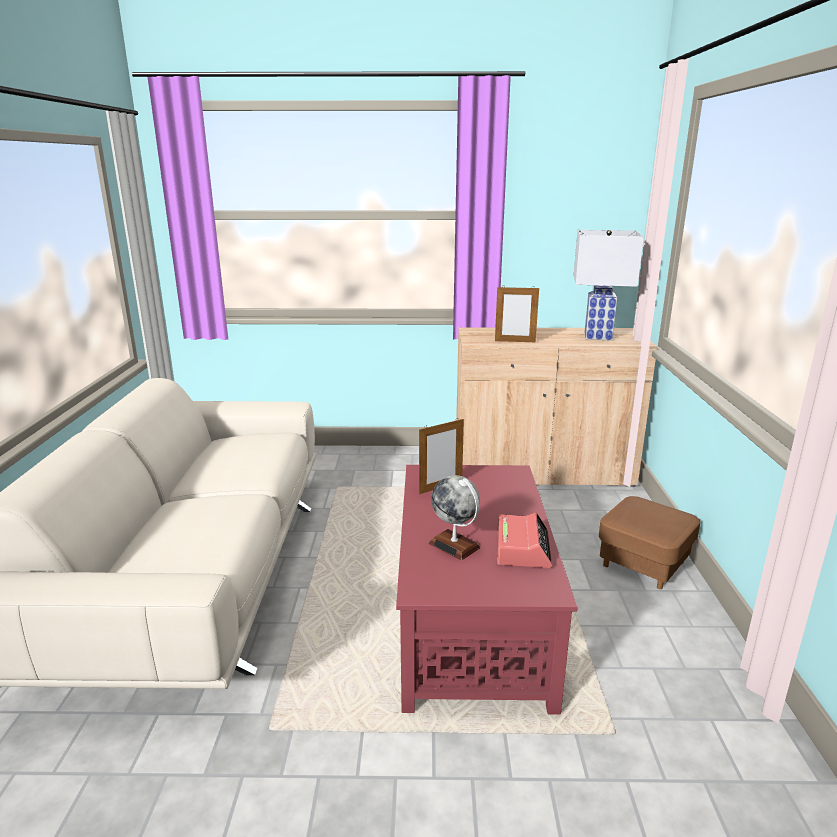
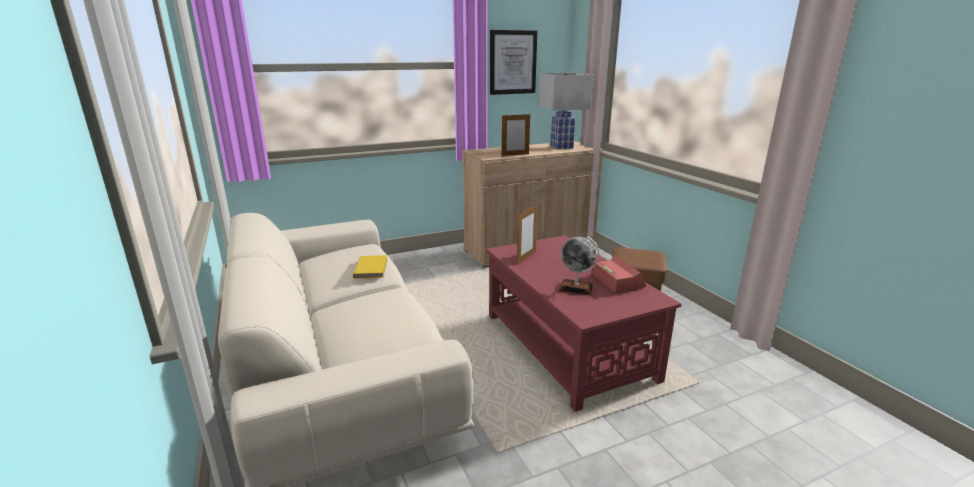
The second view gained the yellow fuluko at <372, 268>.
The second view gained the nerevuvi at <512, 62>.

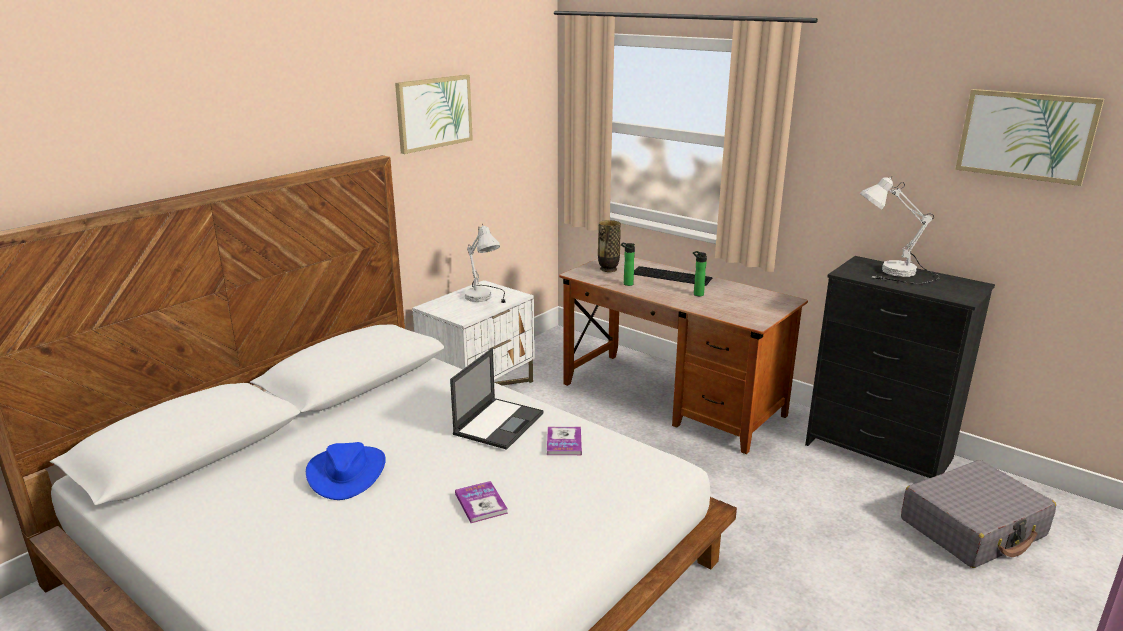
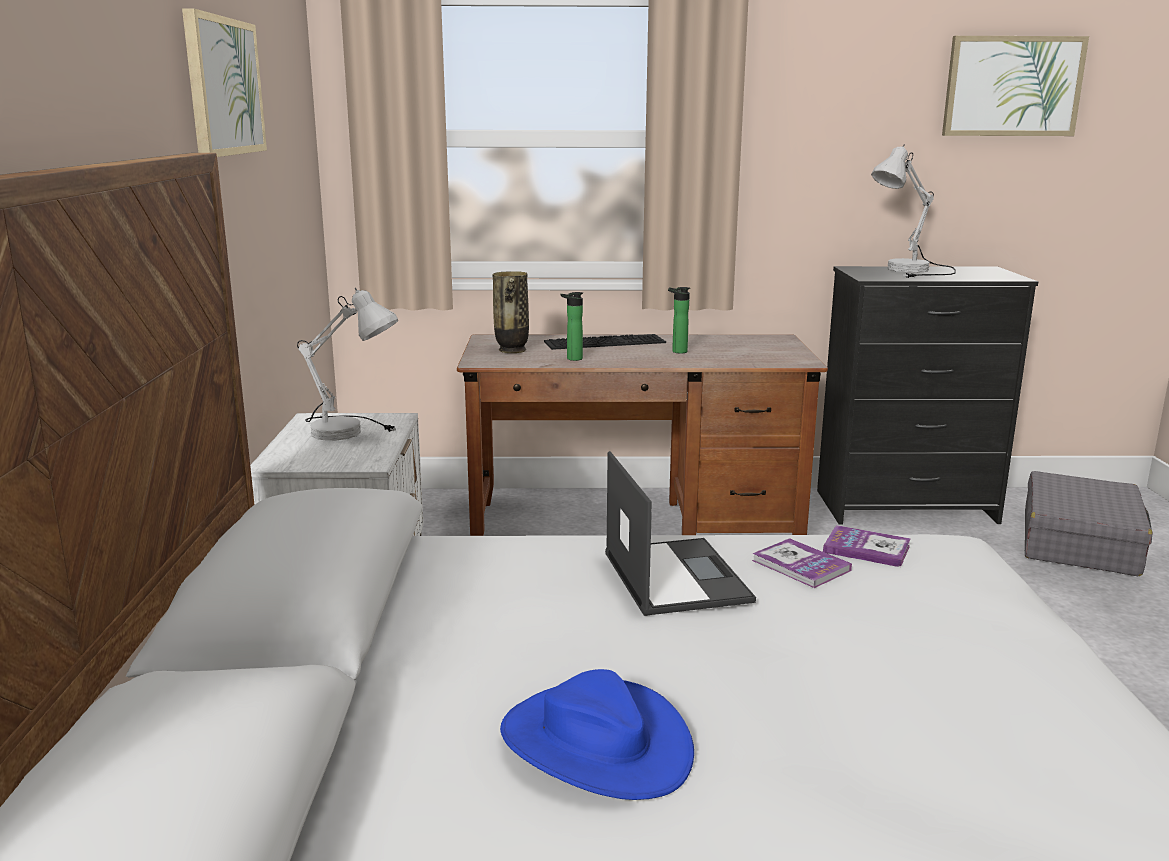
The fuluko ended up elsewhere, having gone from <481, 503> to <866, 548>.

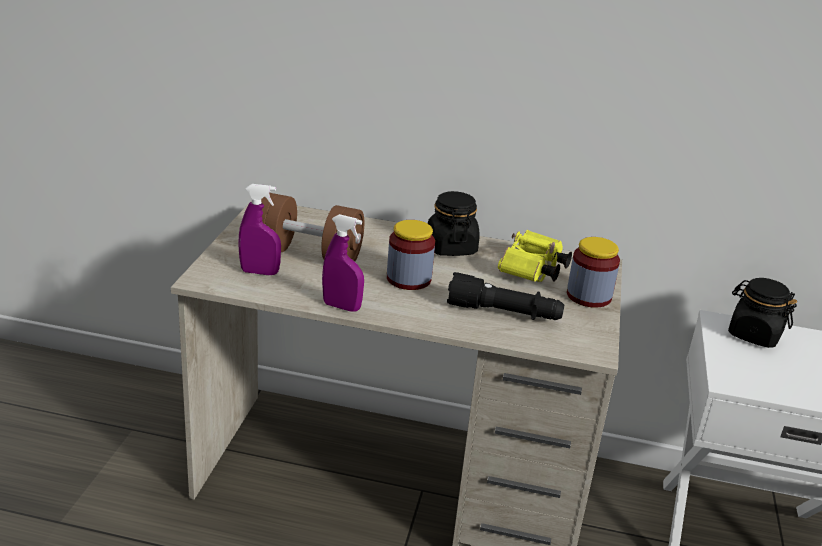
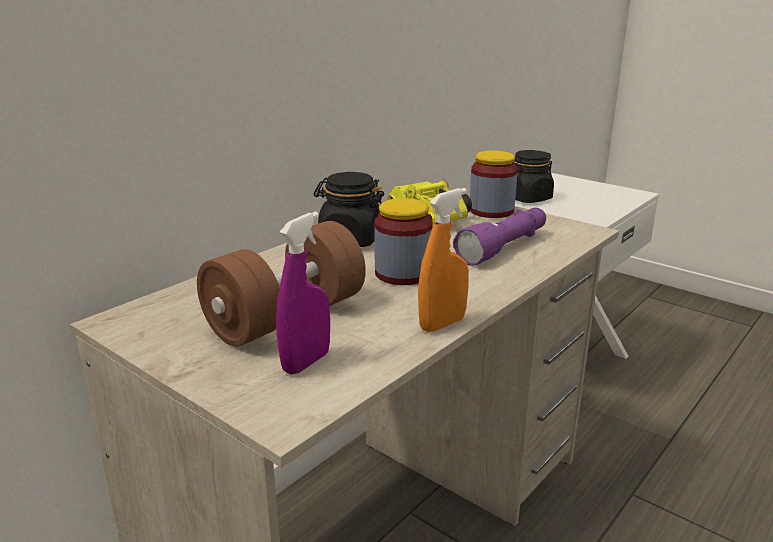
What was the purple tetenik at <341, 307> turned into the orange tetenik at <442, 324>.
What was the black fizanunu at <504, 313> turned into the purple fizanunu at <504, 247>.

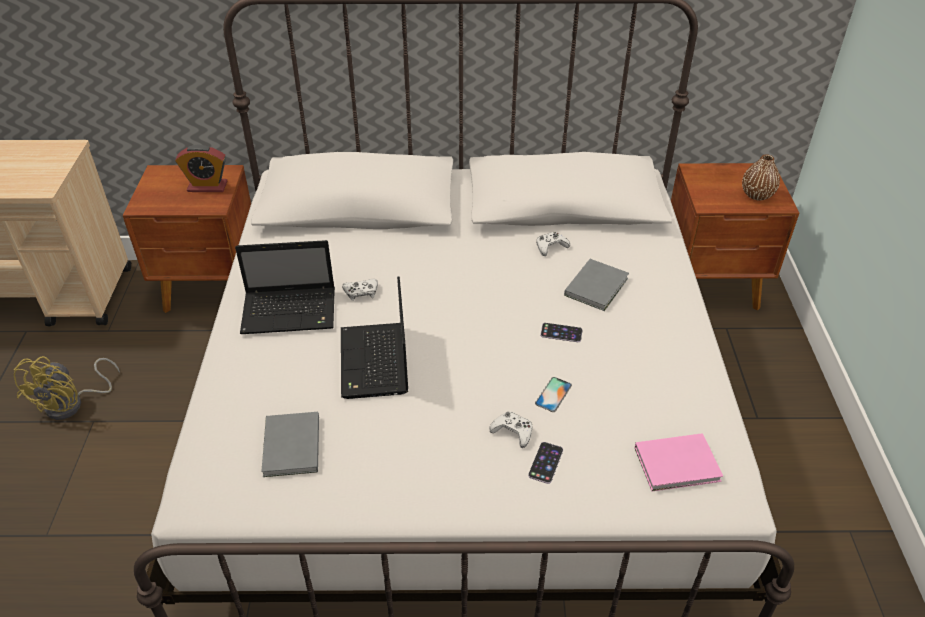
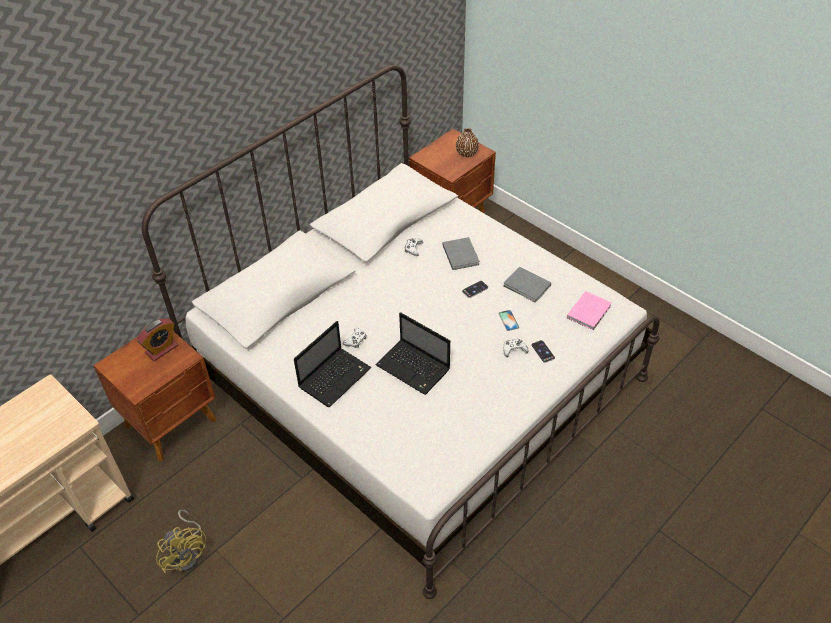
The grey fuluko ended up elsewhere, having gone from <290, 448> to <527, 287>.

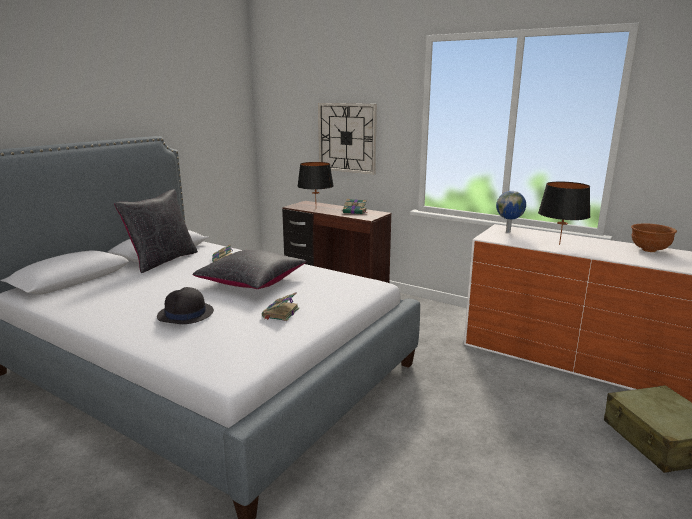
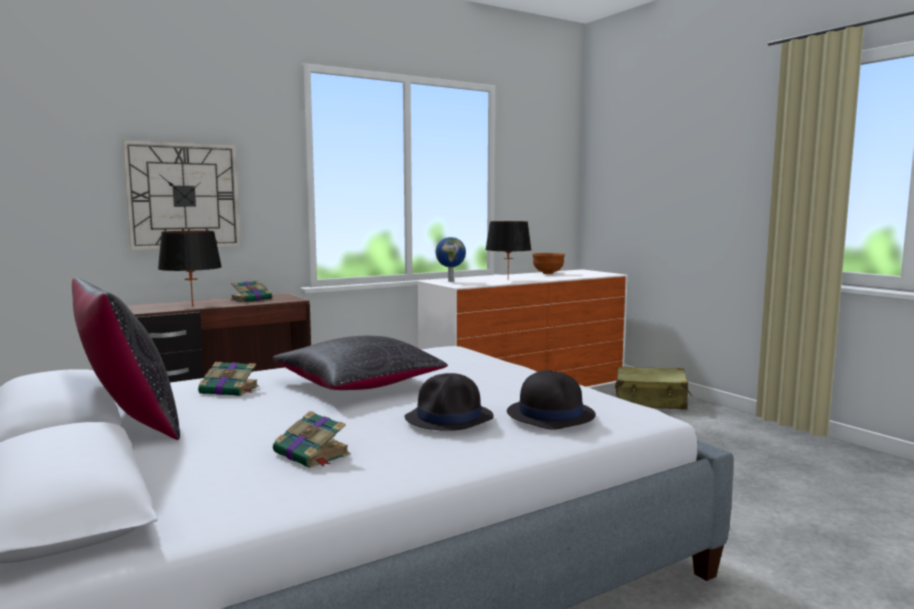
The fuluko ended up elsewhere, having gone from <280, 313> to <312, 454>.
The second view gained the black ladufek at <550, 414>.

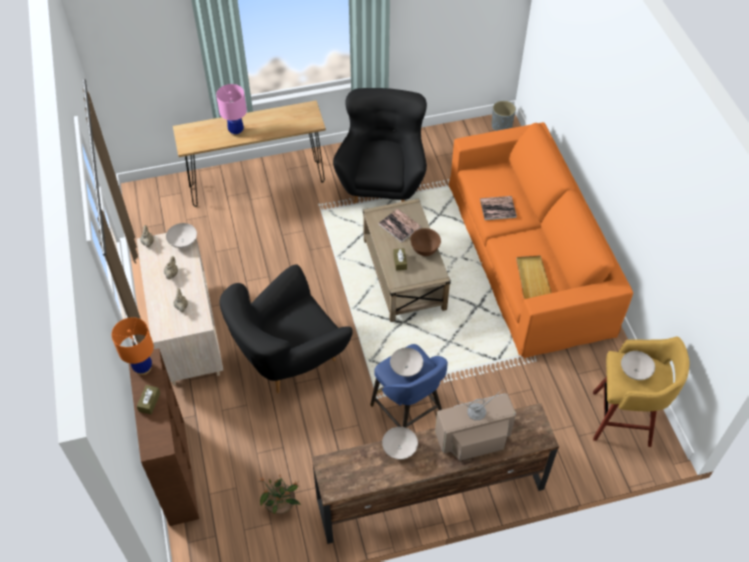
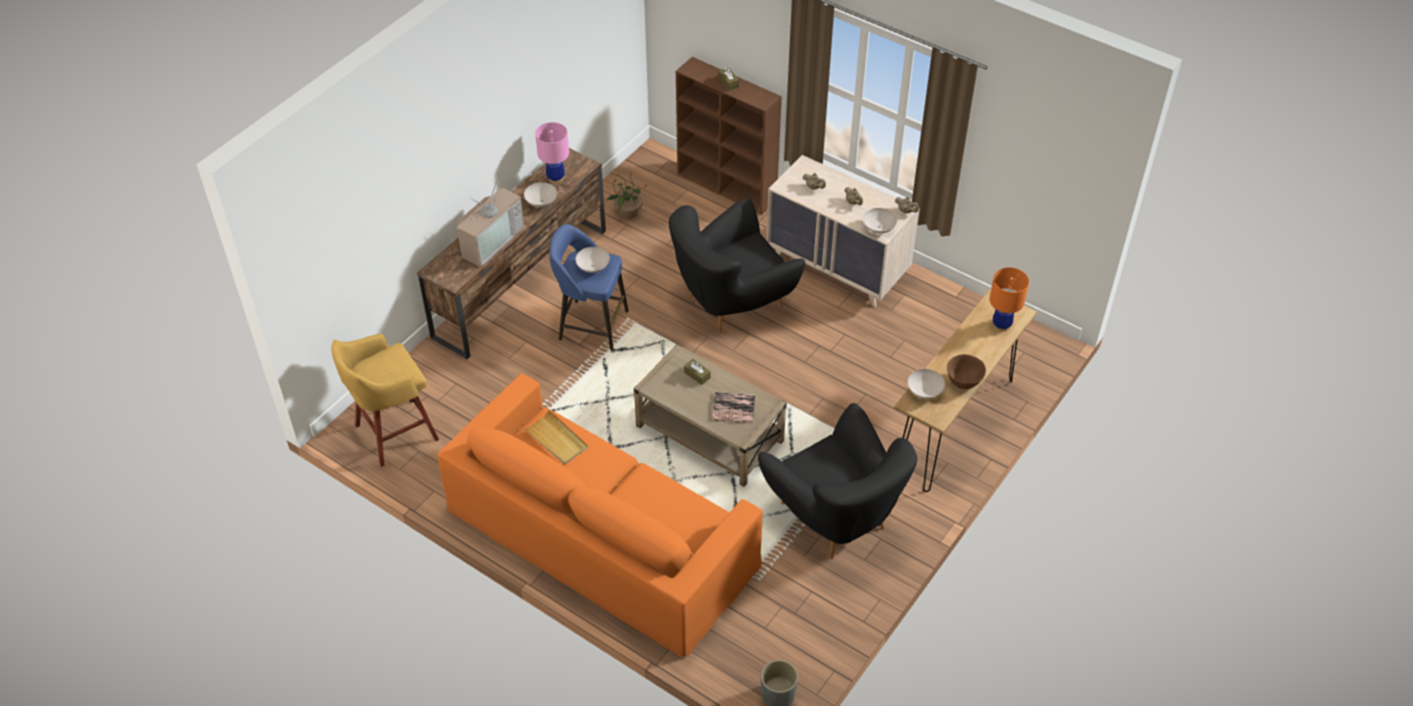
The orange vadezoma ended up elsewhere, having gone from <143, 368> to <1001, 325>.
The pink vadezoma ended up elsewhere, having gone from <236, 131> to <555, 178>.
The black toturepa at <289, 358> ended up facing another way, 135 degrees counterclockwise from before.
The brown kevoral ended up elsewhere, having gone from <424, 250> to <964, 382>.
The second view lost the fuluko at <498, 208>.
The white kevoral ended up elsewhere, having gone from <635, 371> to <925, 392>.

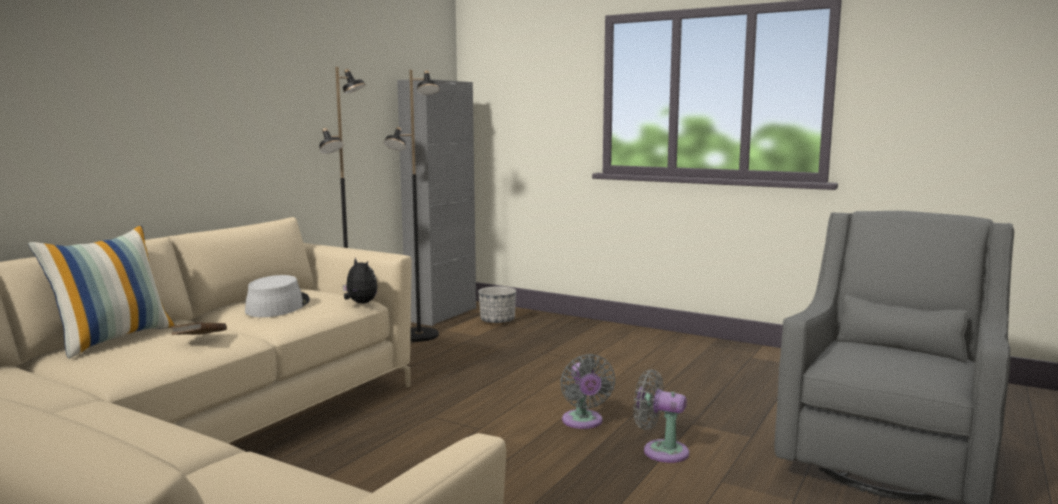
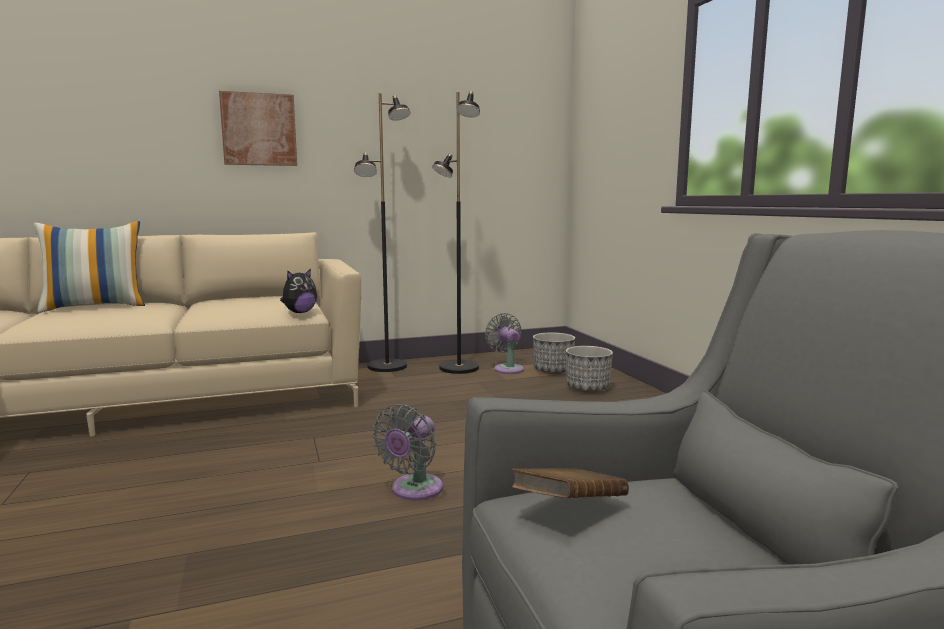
The brown fuluko ended up elsewhere, having gone from <200, 340> to <569, 509>.
The second view lost the grey ladufek at <277, 306>.
The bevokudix at <360, 303> ended up facing another way, 45 degrees clockwise from before.
The second view lost the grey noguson at <442, 314>.
The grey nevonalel ended up elsewhere, having gone from <660, 451> to <507, 368>.
The second view gained the nerevuvi at <259, 129>.
The second view gained the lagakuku at <588, 388>.

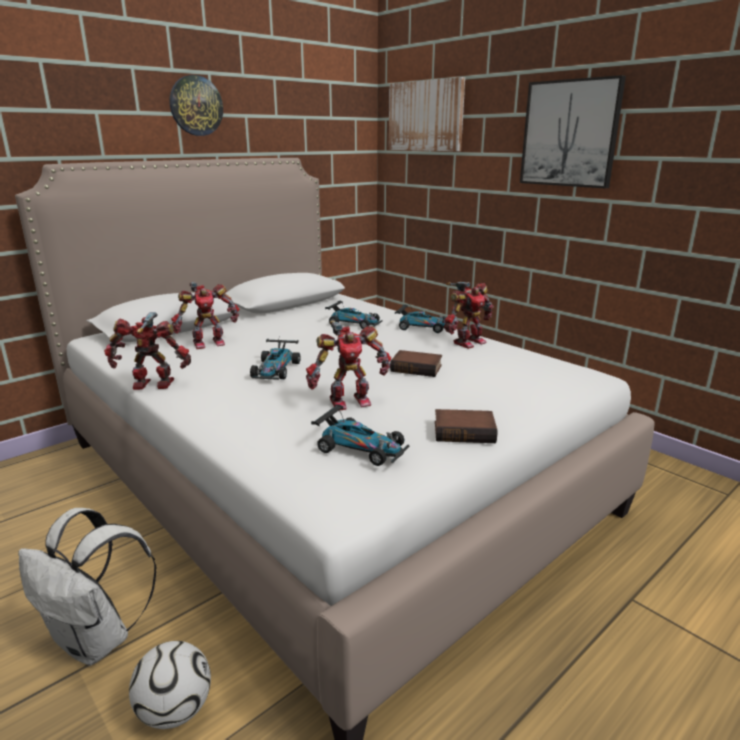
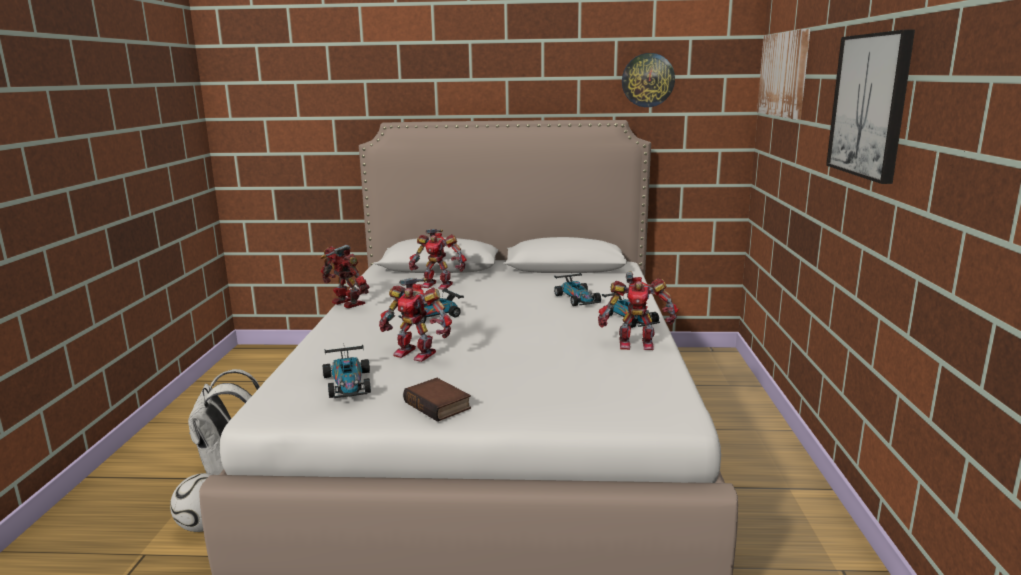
The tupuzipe ended up elsewhere, having gone from <196, 106> to <647, 80>.
The second view lost the fuluko at <417, 368>.

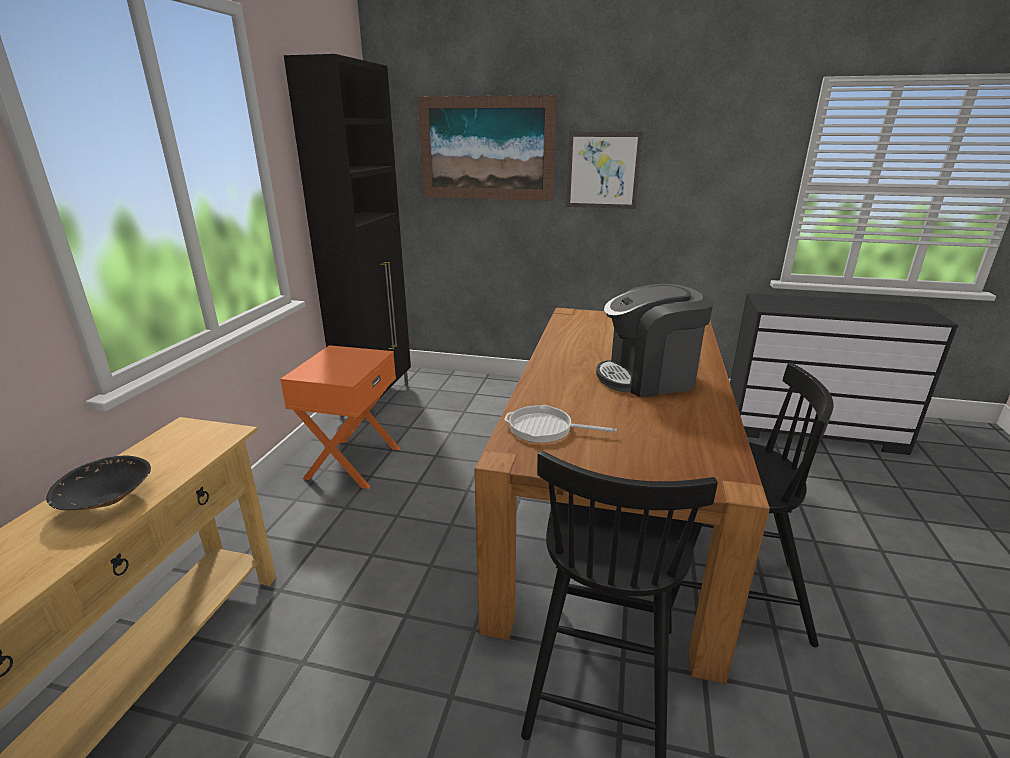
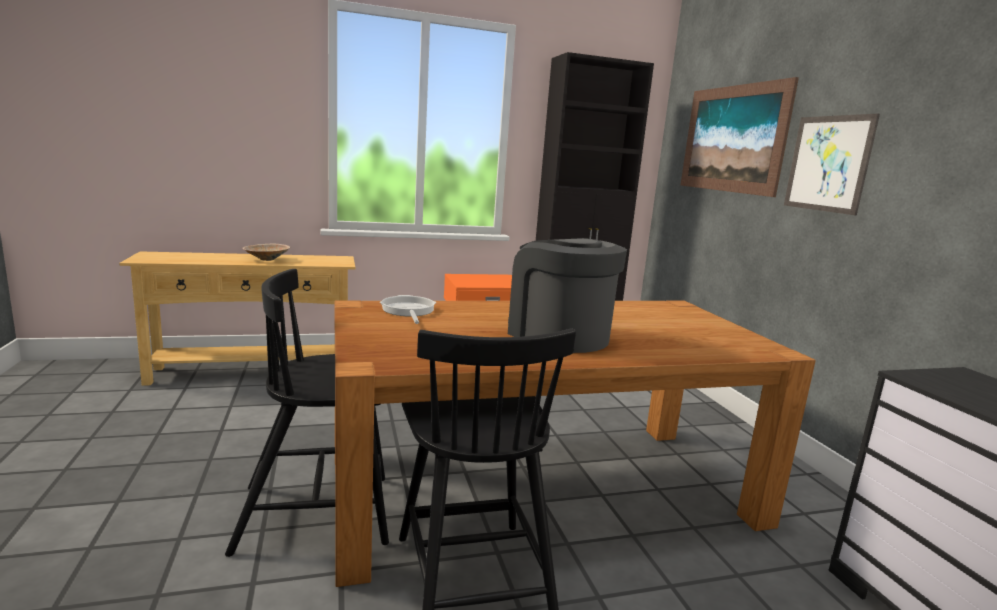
What was the black kevoral at <106, 501> turned into the beige kevoral at <266, 259>.

